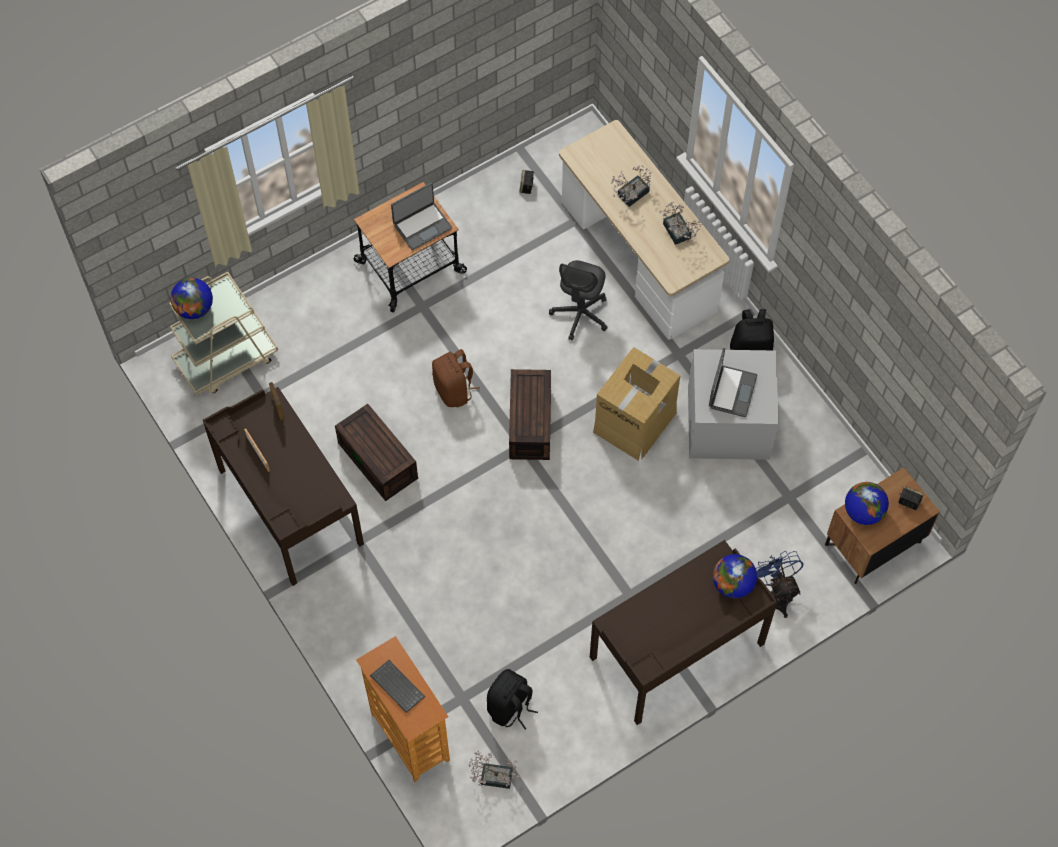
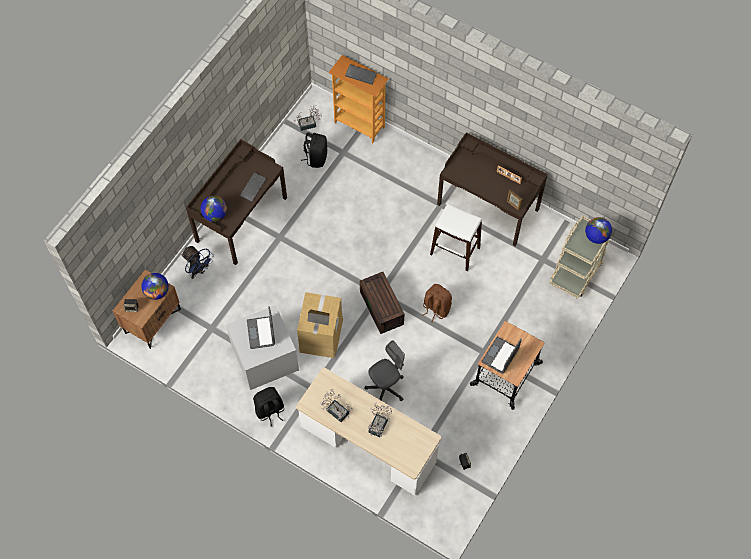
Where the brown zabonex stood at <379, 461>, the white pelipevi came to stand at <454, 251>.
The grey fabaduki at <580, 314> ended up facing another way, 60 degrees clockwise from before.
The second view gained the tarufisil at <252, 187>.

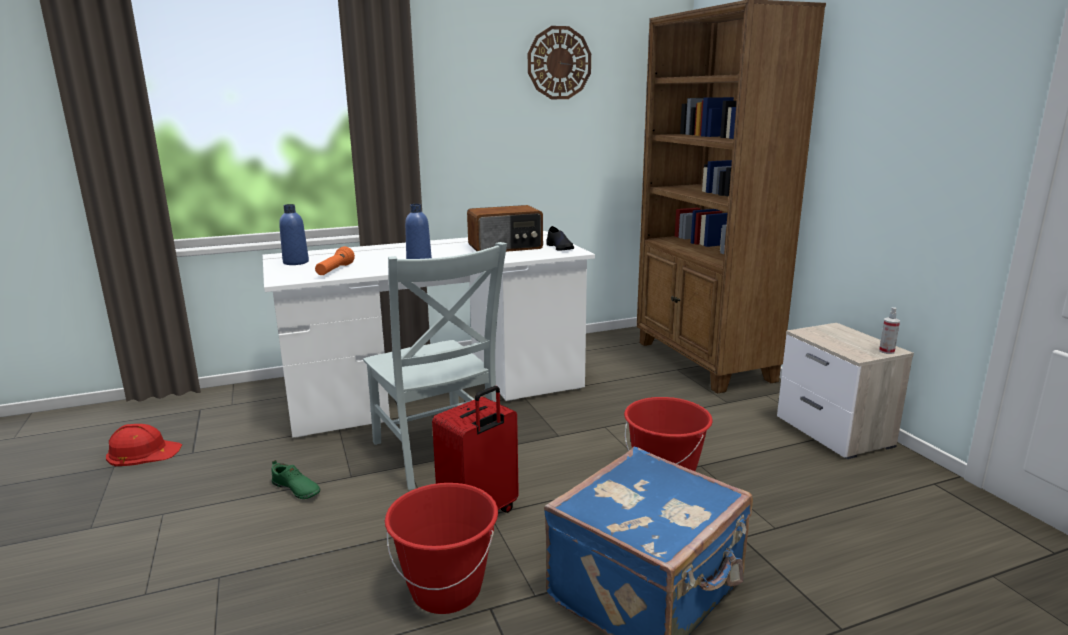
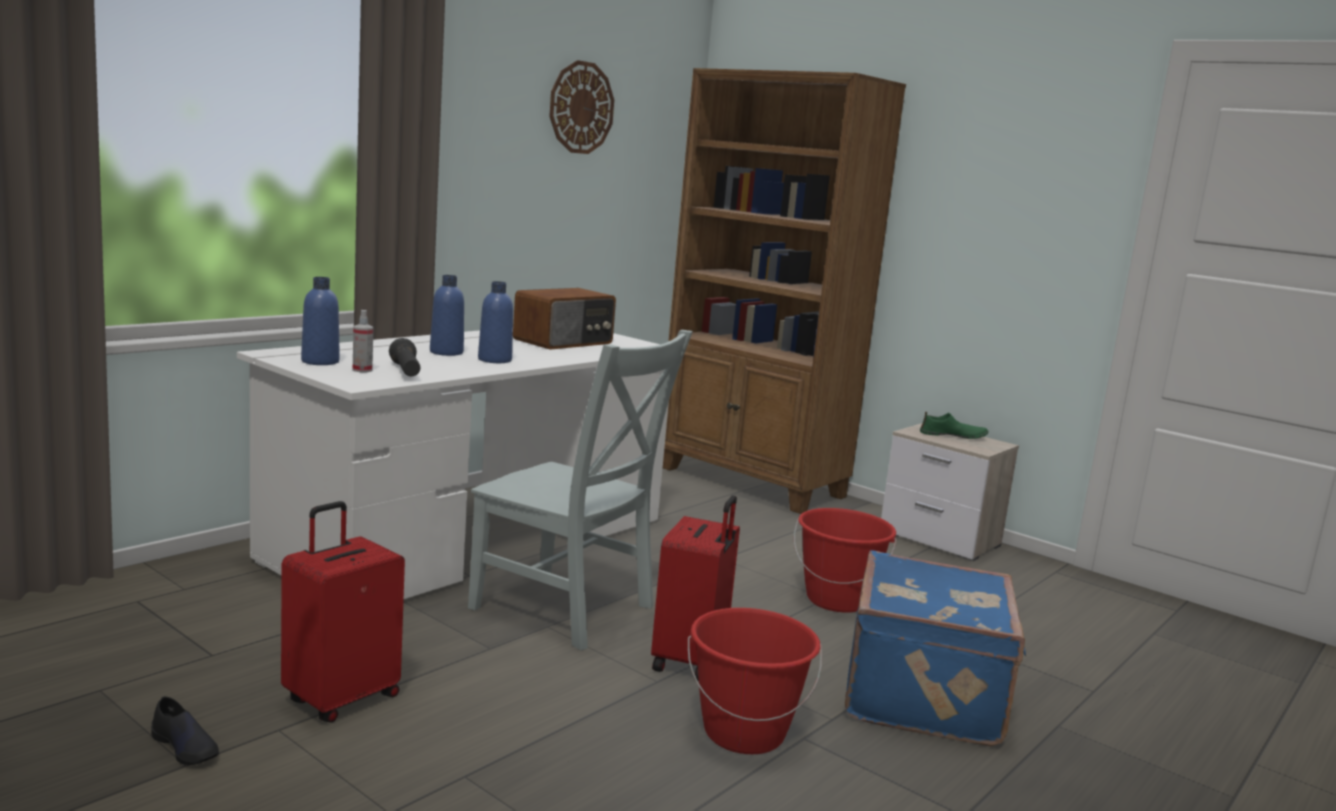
The second view lost the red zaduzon at <143, 452>.
The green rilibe ended up elsewhere, having gone from <296, 489> to <953, 436>.
What was the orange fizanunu at <335, 271> turned into the black fizanunu at <406, 372>.
The black rilibe ended up elsewhere, having gone from <560, 247> to <185, 747>.
The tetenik ended up elsewhere, having gone from <886, 351> to <362, 370>.
The second view gained the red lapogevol at <341, 698>.
The second view gained the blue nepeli at <446, 352>.

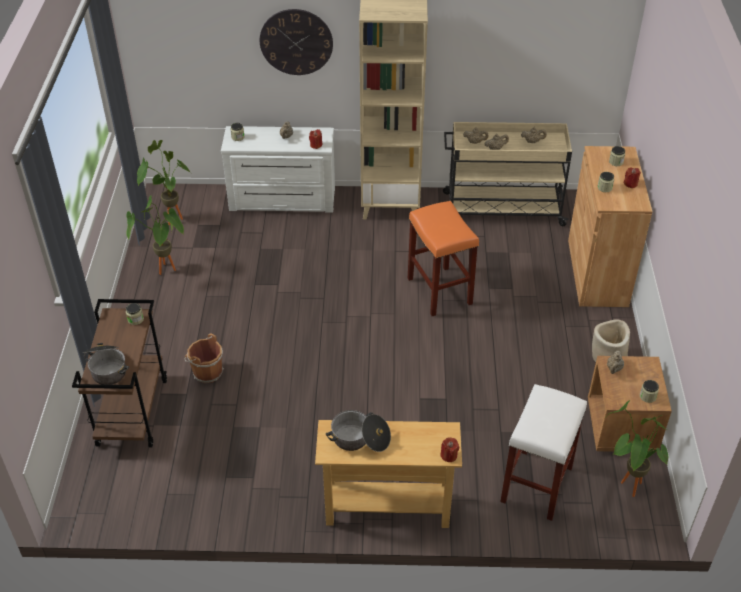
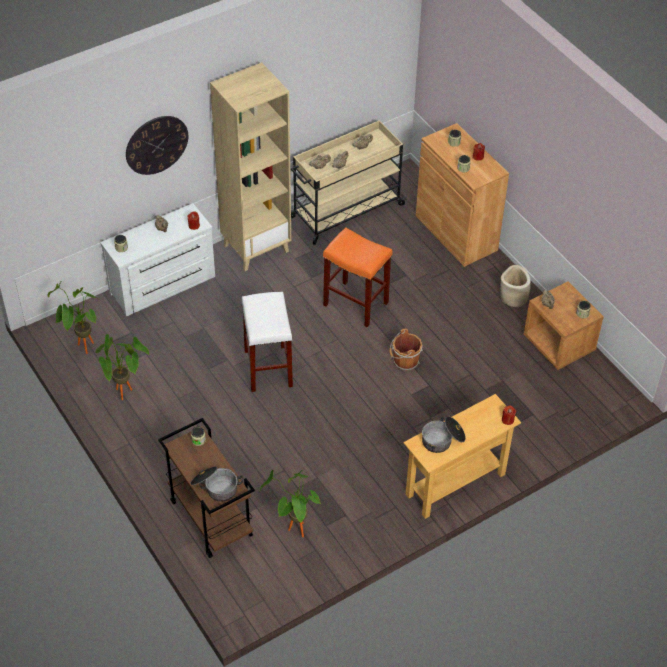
The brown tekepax ended up elsewhere, having gone from <206, 372> to <404, 362>.
The white pelipevi ended up elsewhere, having gone from <537, 485> to <268, 369>.
The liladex ended up elsewhere, having gone from <626, 488> to <294, 533>.

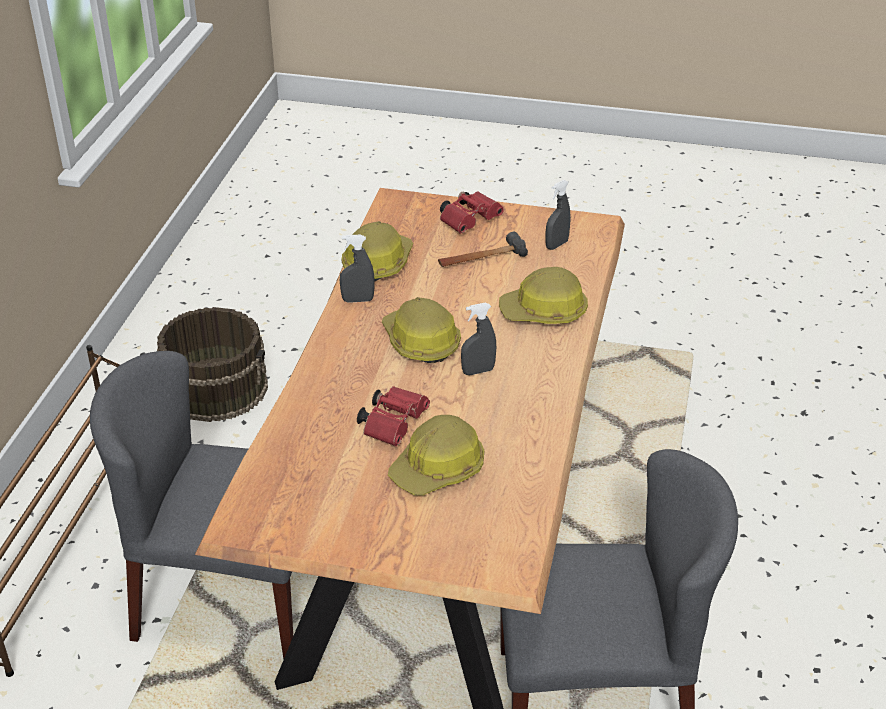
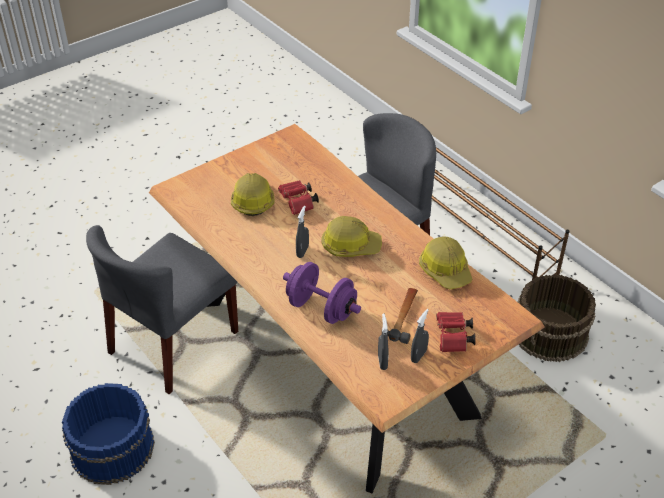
The grey tetenik ended up elsewhere, having gone from <358, 300> to <418, 356>.
Where the zaduzon stood at <544, 312>, the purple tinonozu came to stand at <321, 309>.
The second view gained the blue tekepax at <111, 448>.

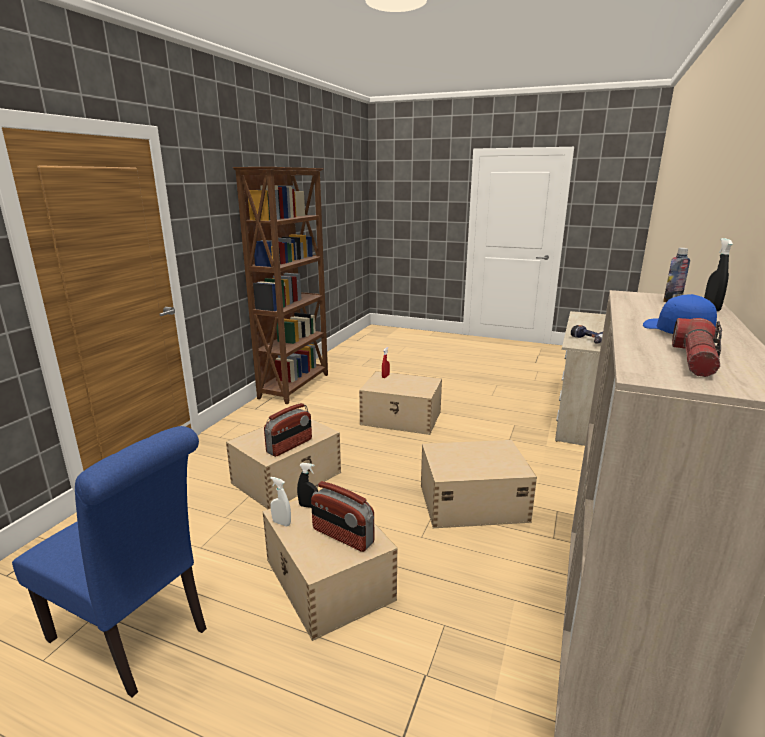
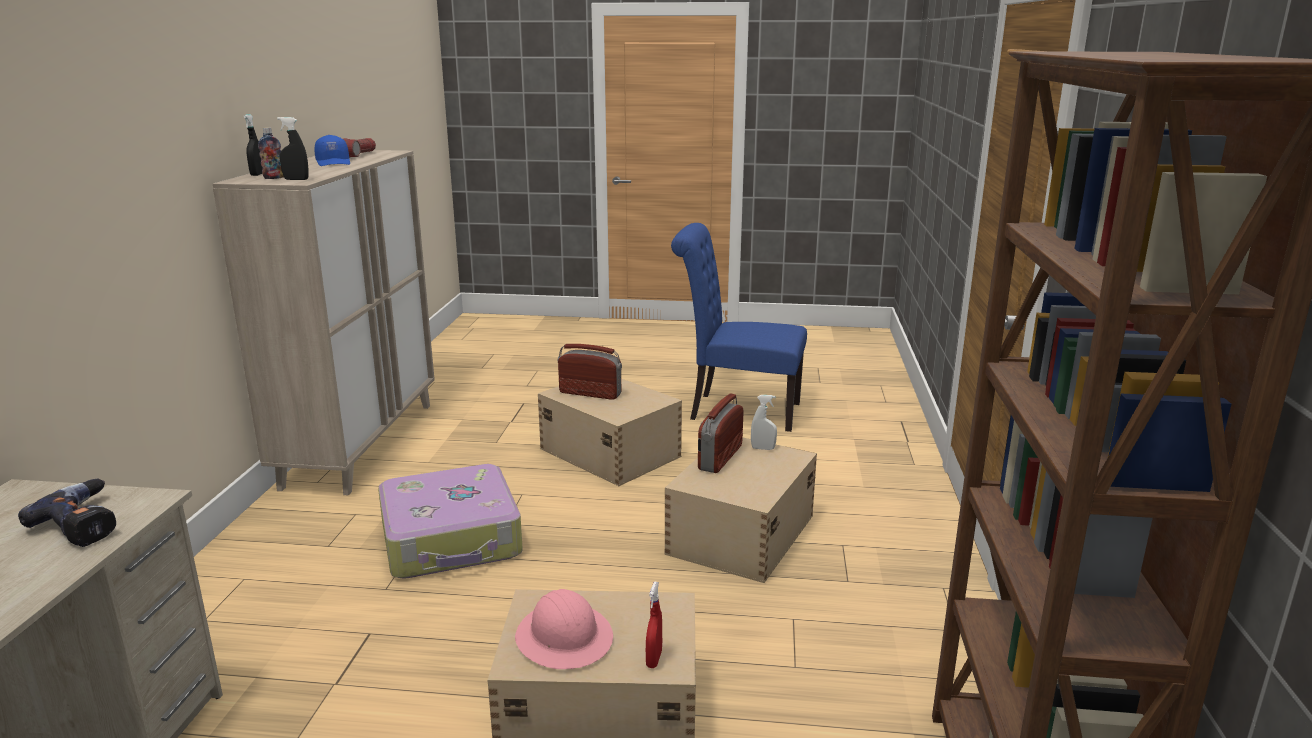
The white tetenik ended up elsewhere, having gone from <281, 523> to <763, 448>.
The black tetenik ended up elsewhere, having gone from <308, 506> to <296, 179>.
Where the beige zabonex stood at <471, 502>, the lapogevol came to stand at <452, 539>.
The second view gained the pink zaduzon at <564, 638>.

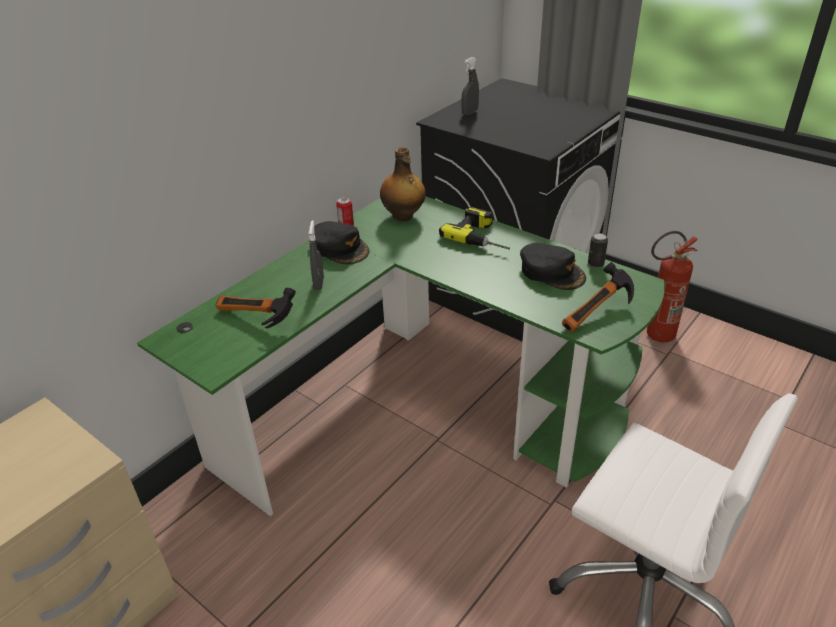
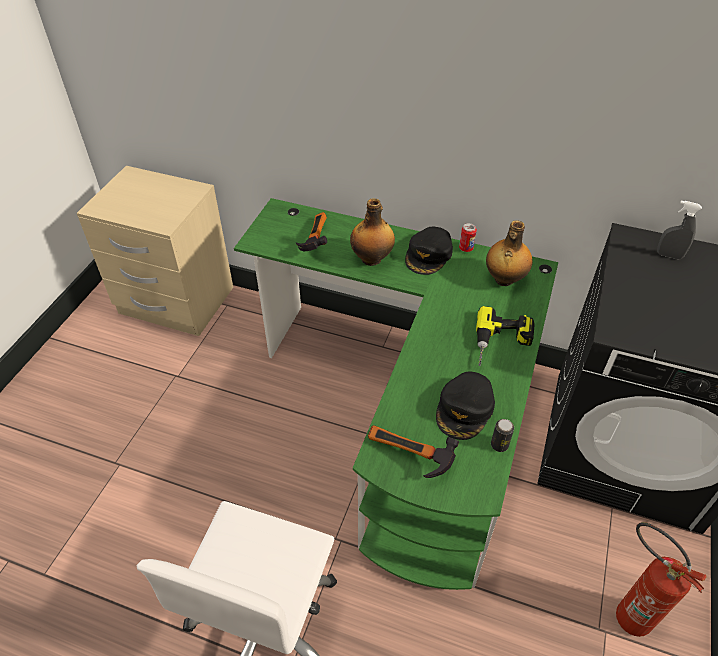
Where the grey tetenik stood at <319, 284>, the nepeli came to stand at <372, 259>.

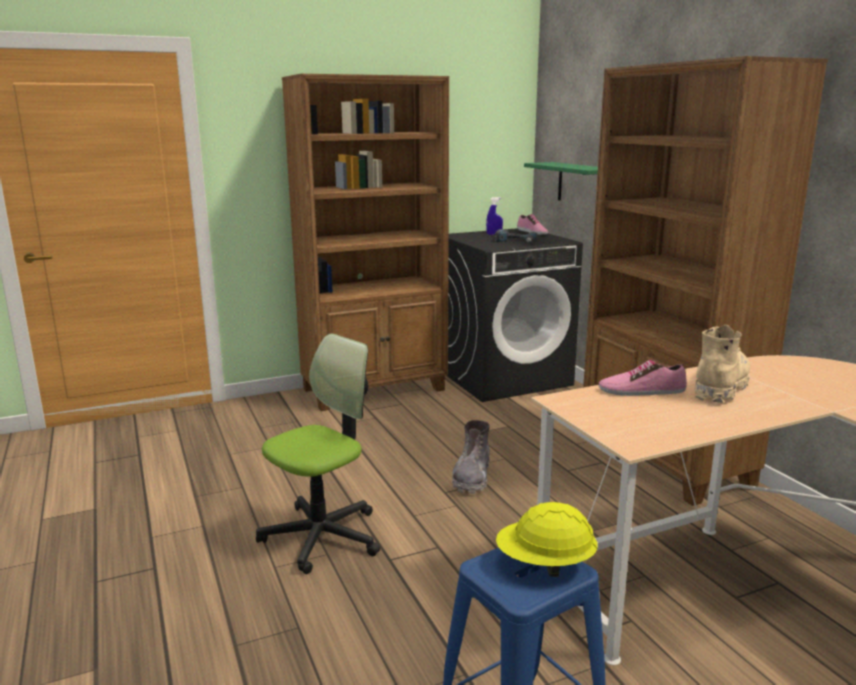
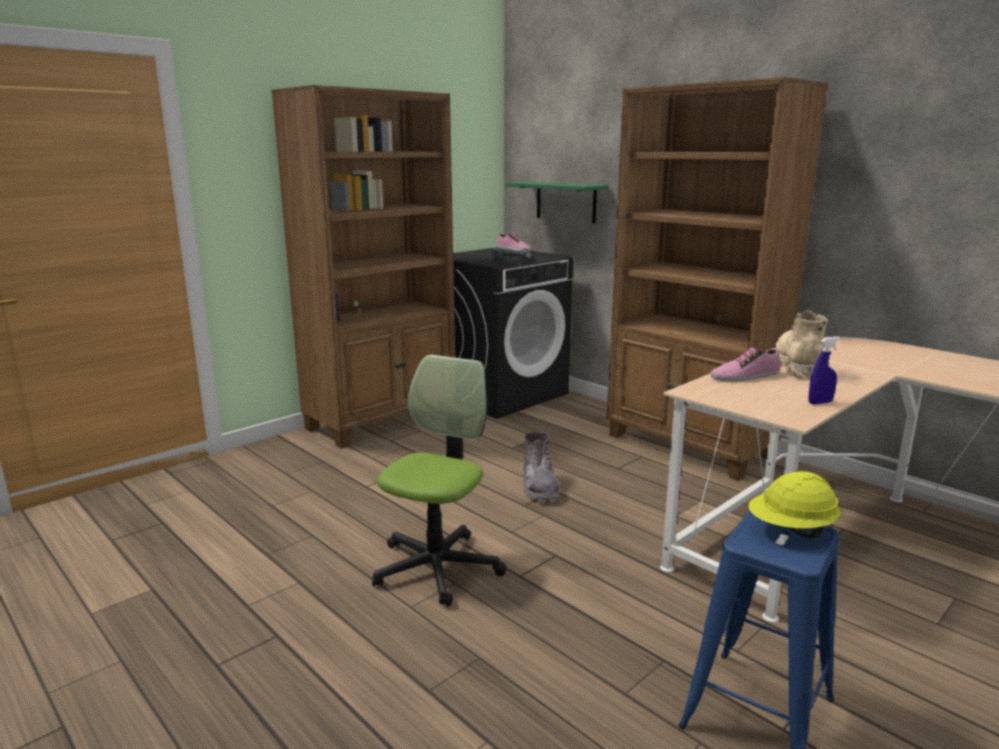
The blue tetenik ended up elsewhere, having gone from <494, 234> to <820, 402>.

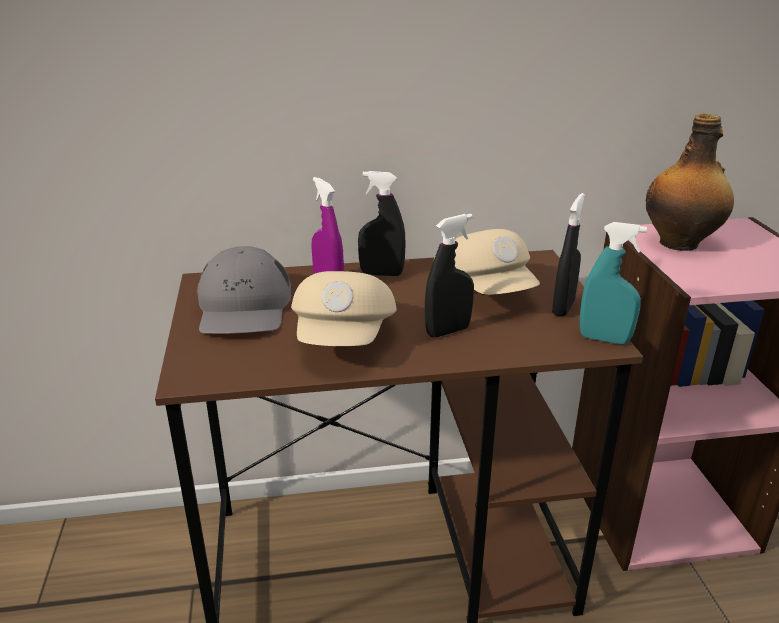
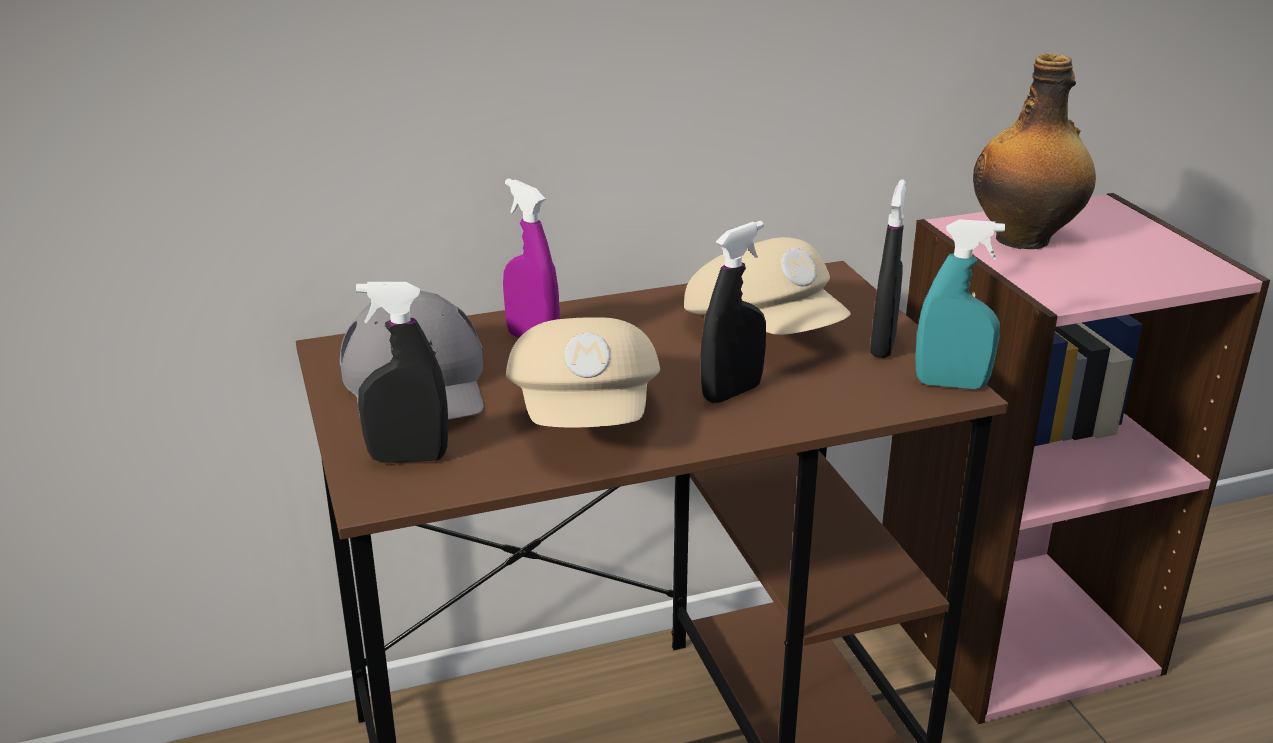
The black tetenik ended up elsewhere, having gone from <381, 273> to <408, 458>.

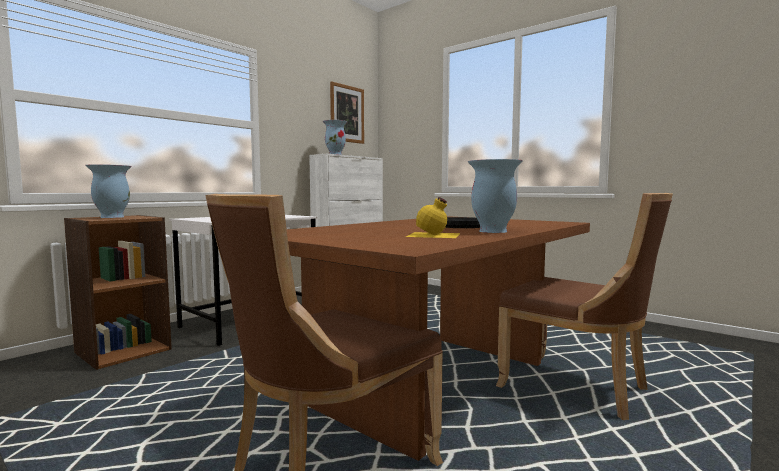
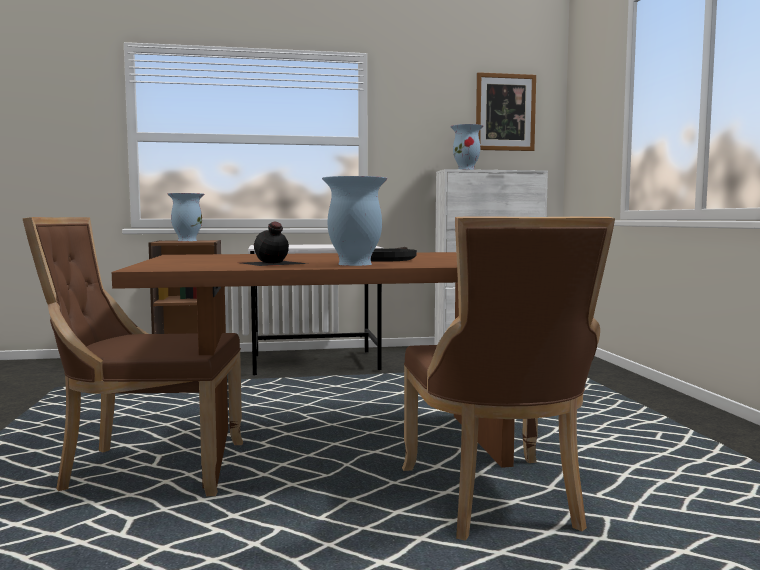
What was the yellow nepeli at <434, 235> turned into the black nepeli at <272, 263>.

